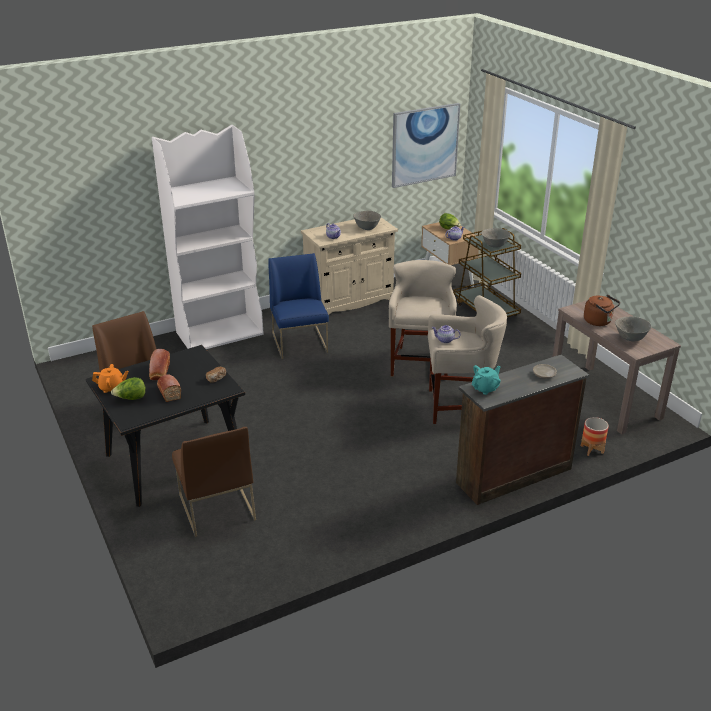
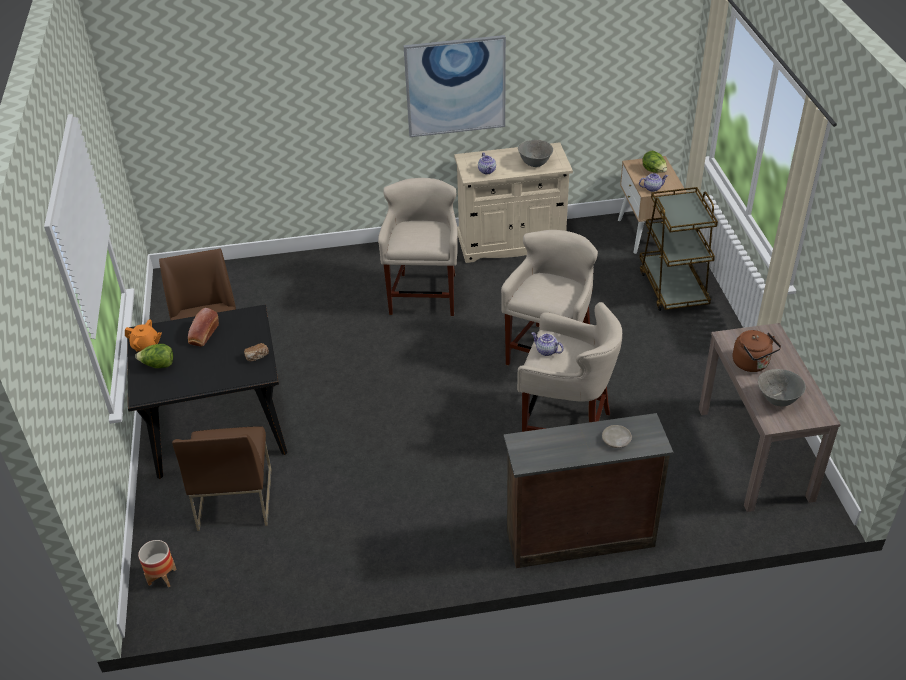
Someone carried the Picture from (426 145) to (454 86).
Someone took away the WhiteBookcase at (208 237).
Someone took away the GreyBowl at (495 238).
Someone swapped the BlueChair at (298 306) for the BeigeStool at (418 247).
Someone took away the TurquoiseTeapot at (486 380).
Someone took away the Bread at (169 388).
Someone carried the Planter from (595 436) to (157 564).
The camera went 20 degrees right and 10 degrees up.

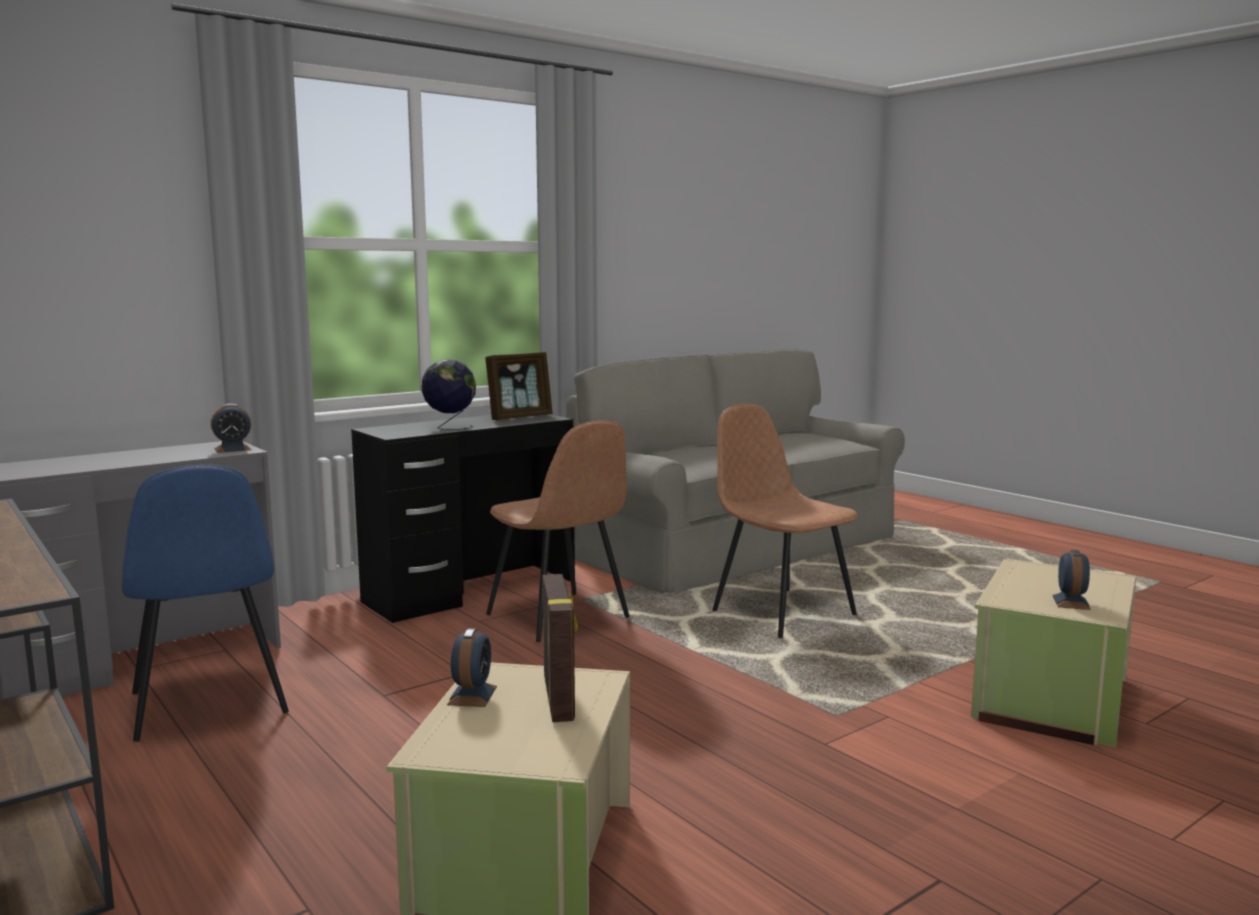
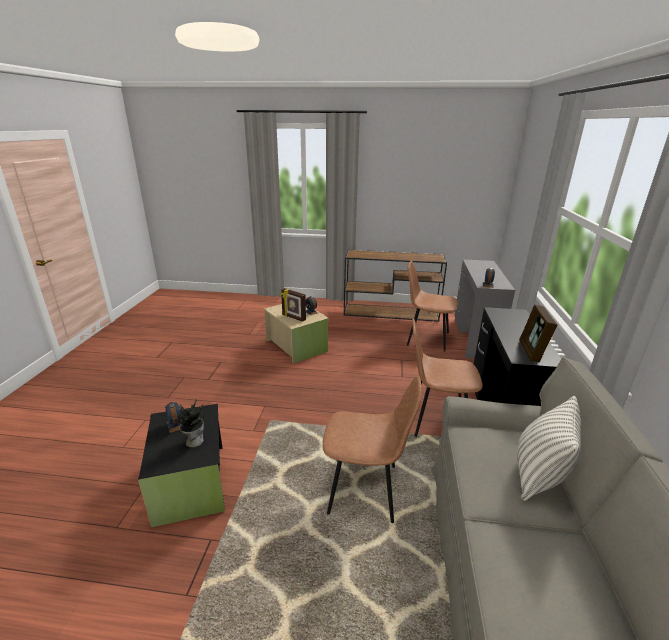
Someone took away the Globe at (449 394).
Someone repainted the BlueChair at (205 603), which became the BrownChair at (432 306).
Someone repainted the BeigeStorageBox at (1053 653), which became the BlackStorageBox at (181 465).
Someone put down the Pillow at (549 448).
Someone put down the PottedPlant at (187 423).
The camera went 135 degrees right and 15 degrees up.

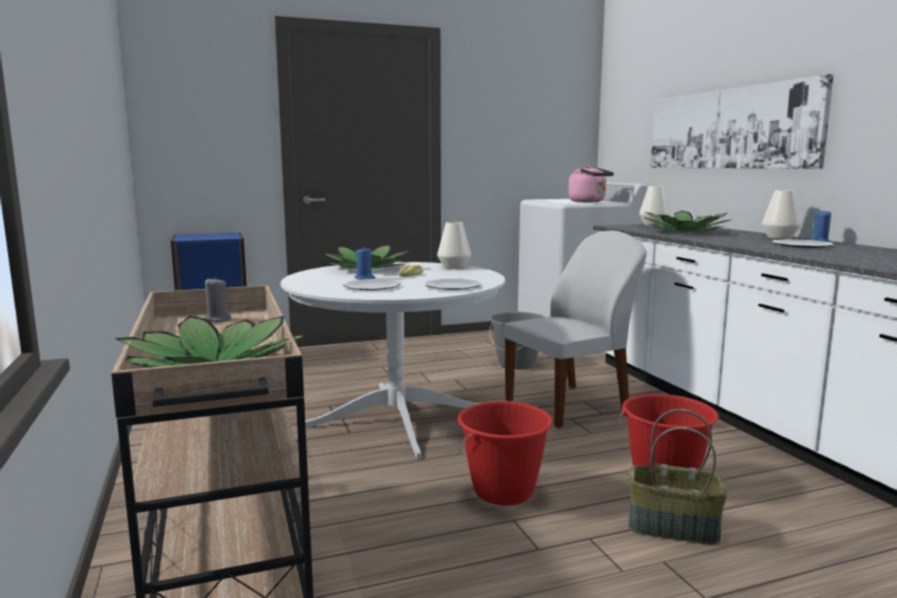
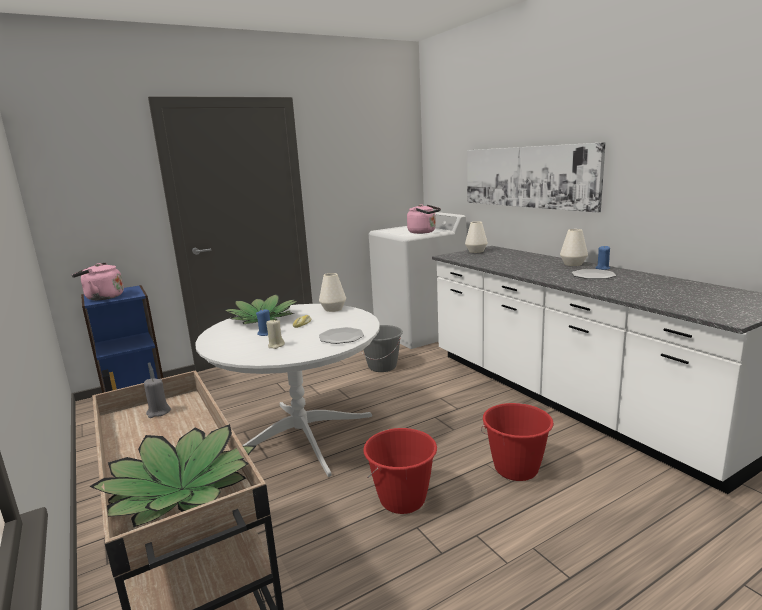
Someone took away the PottedPlant at (687 221).
Someone took away the WhiteChair at (575 329).
Someone swapped the Plate at (372 284) for the BeigeCandle at (275 334).
Someone took away the Basket at (677 477).
Someone put down the PinkKettle at (98 281).
The camera went 10 degrees left and 5 degrees up.

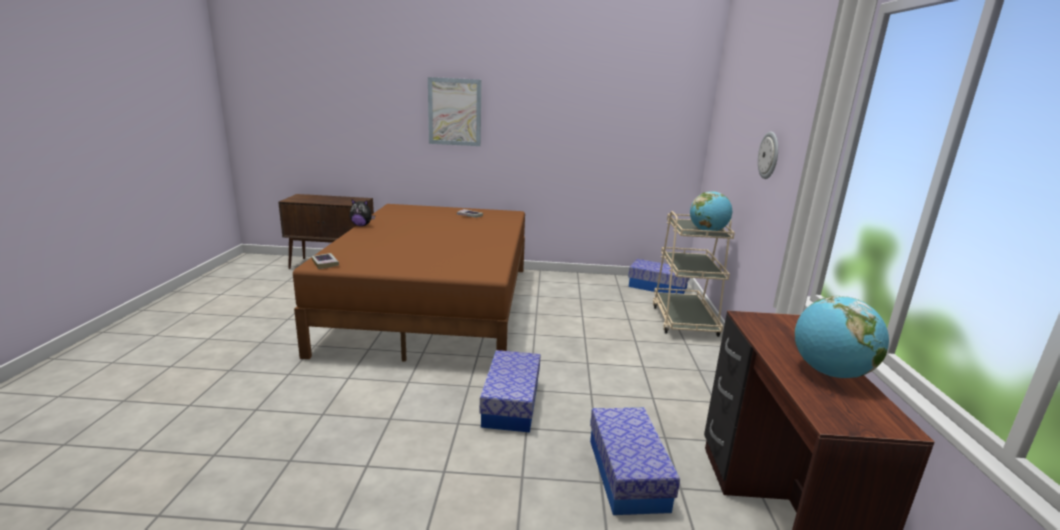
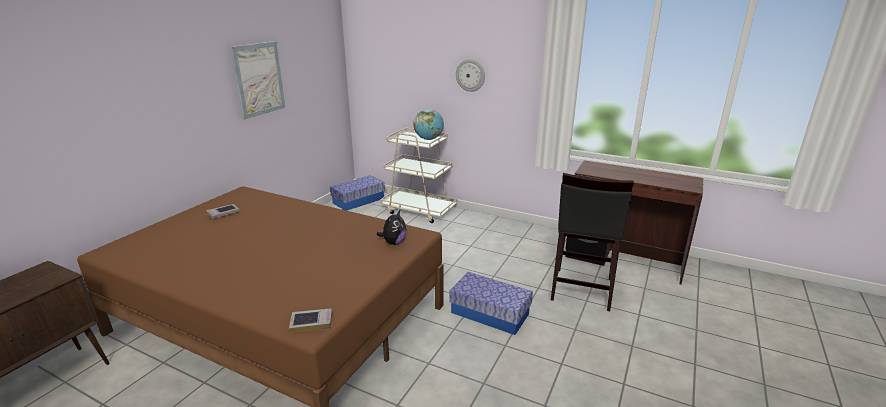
Someone carried the Picture from (455 111) to (257 80).
Someone carried the PlushToy from (362 213) to (391 227).
Someone took away the Globe at (842 337).
Someone swapped the StorageBox at (635 461) for the BlackStool at (592 242).
The camera went 65 degrees left and 5 degrees up.

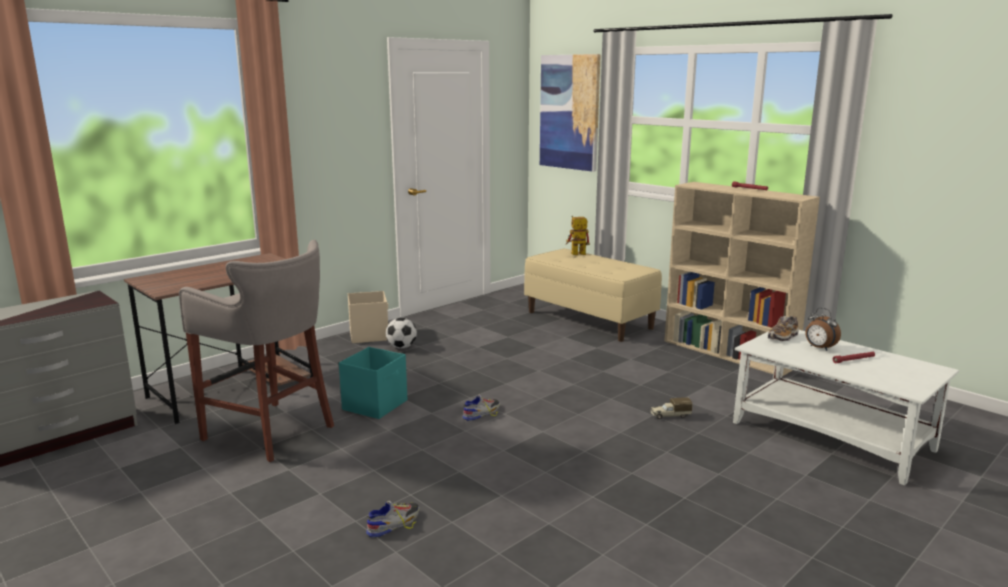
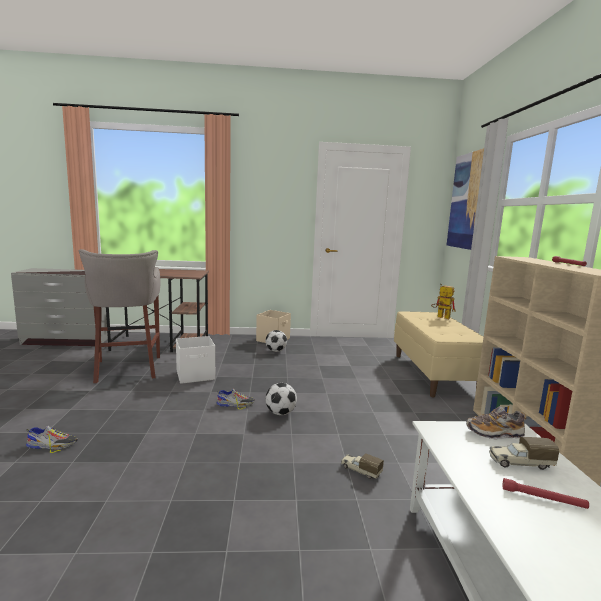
Someone swapped the AlarmClock at (823 329) for the ToyTruck at (524 453).
Someone repainted the TurquoiseStorageBox at (373 383), which became the WhiteStorageBox at (195 360).
Someone put down the Football at (281 399).
The camera went 40 degrees right and 5 degrees down.

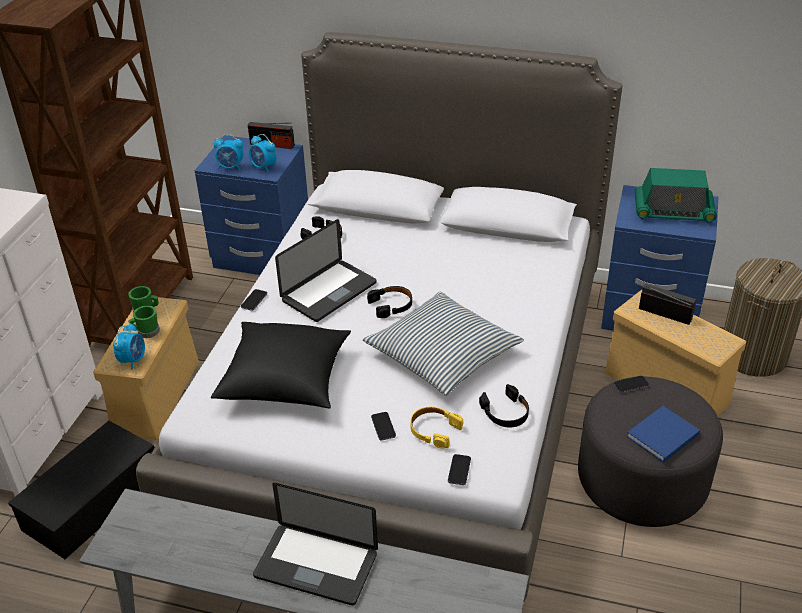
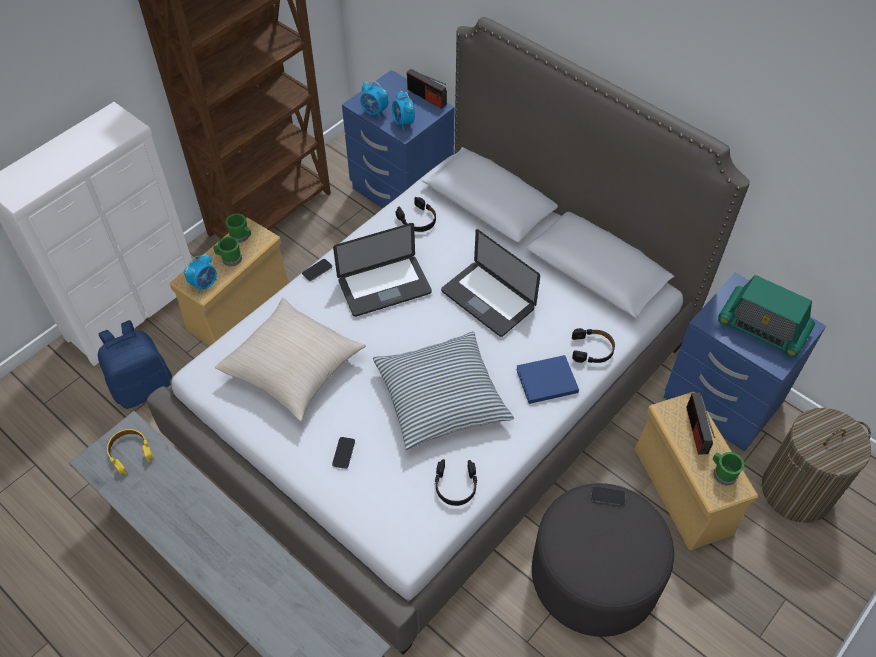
Someone rotated the Radio at (668 304) by 150 degrees counterclockwise.
Someone carried the BlackHeadphones from (389 302) to (593 345).
Someone repainted the BlackPillow at (281 365), which became the BeigePillow at (290 359).
Someone carried the BlueBook from (663 434) to (547 379).
Someone carried the YellowHeadphones from (436 428) to (130 451).
Someone swapped the BlackStorageBox at (81 490) for the BlueBackpack at (135 364).
Someone took away the Phone at (459 469).
Someone carried the Laptop from (315 544) to (490 283).
Someone put down the GreenMug at (728 469).
The camera went 25 degrees right and 15 degrees up.

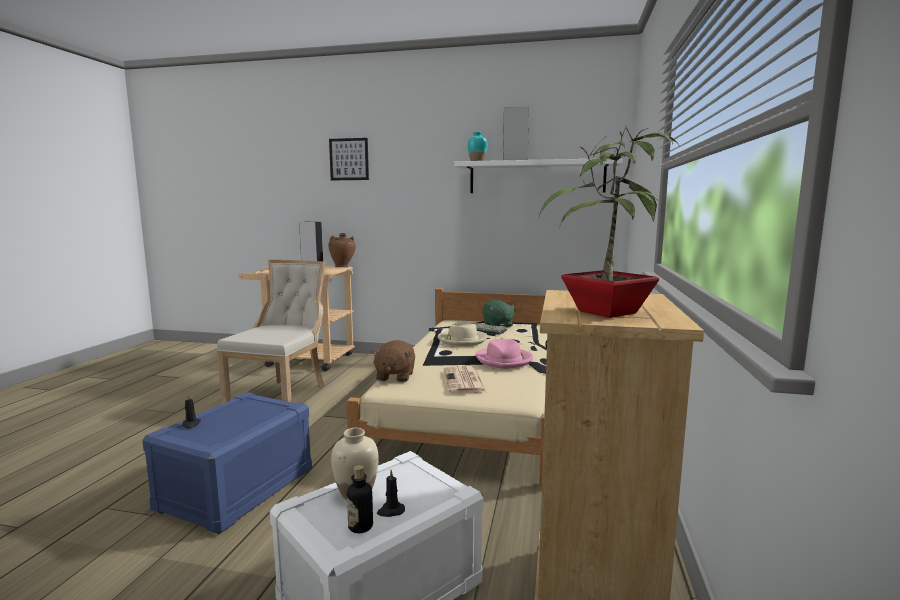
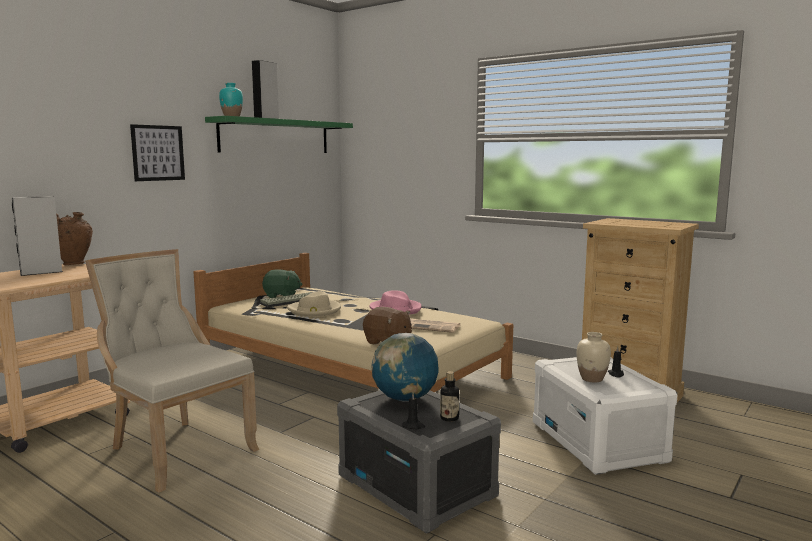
Someone took away the PottedPlant at (609 221).
Someone carried the Picture from (349 159) to (157 152).
Someone repainted the WhiteShelf at (538 175), which became the GreenShelf at (279 134).
Someone repainted the BlueStorageBox at (227 463), which became the GreyStorageBox at (419 462).
Someone carried the Bottle from (360 499) to (449 396).
Someone put down the Globe at (405 367).
The camera went 65 degrees left and 0 degrees up.

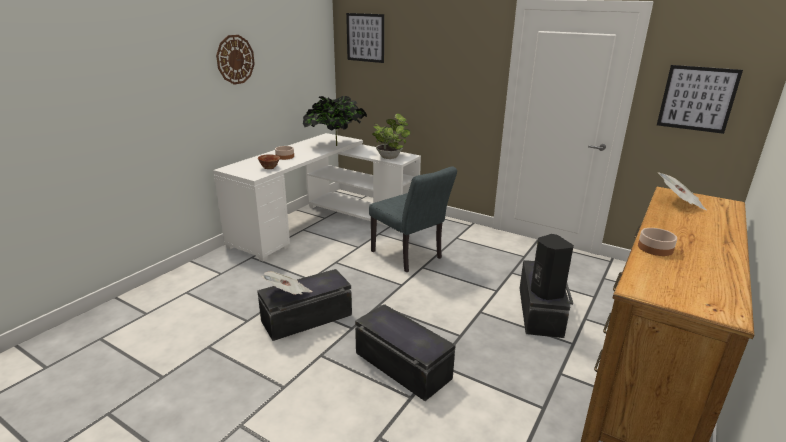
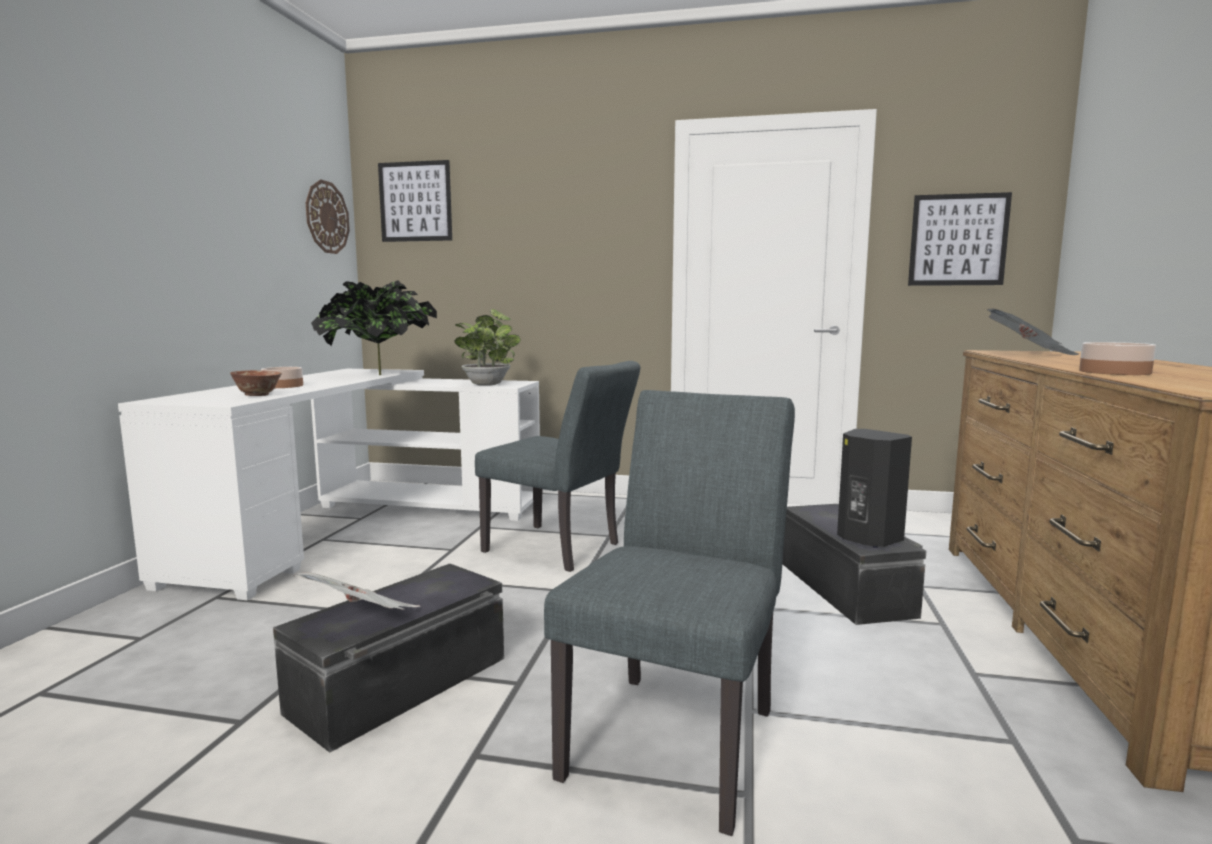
Someone carried the WallClock from (235 60) to (328 217).
Someone swapped the BlackStorageBox at (405 352) for the GreyChair at (669 613).
The camera went 20 degrees left and 15 degrees down.

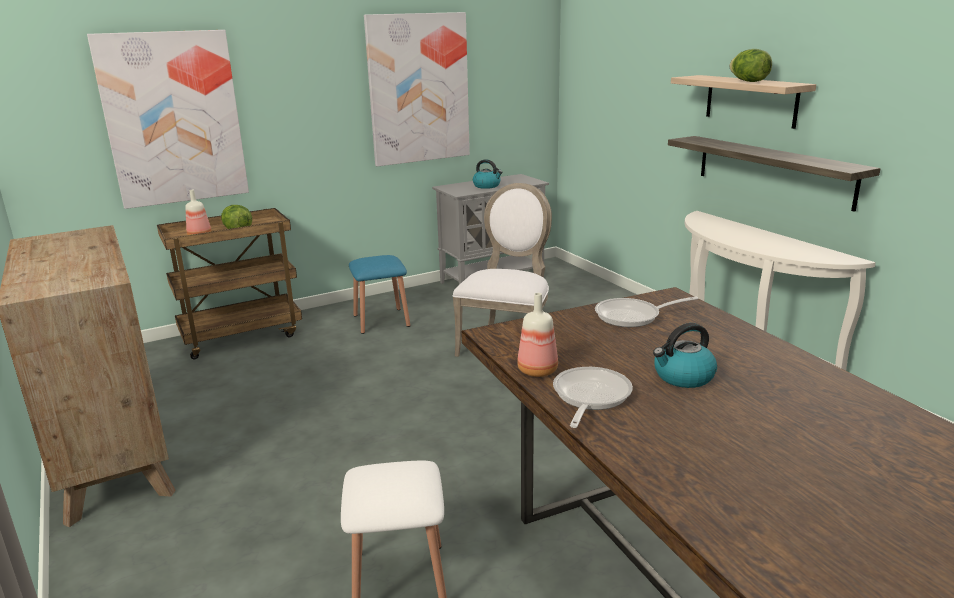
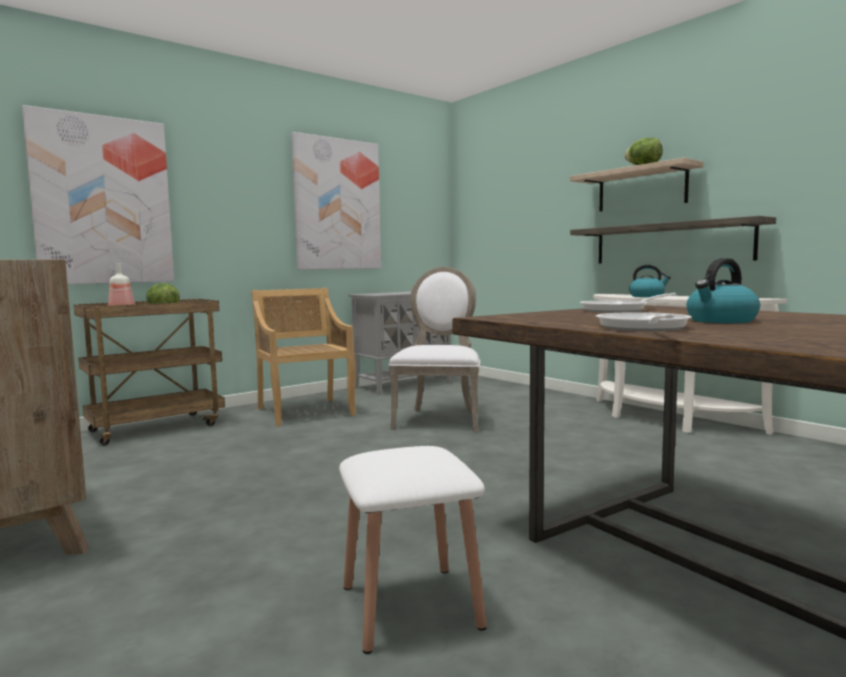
Someone carried the Kettle from (487 174) to (650 281).
Someone swapped the BlueStool at (379 294) for the BeigeChair at (303 357).
Someone took away the Bottle at (537 335).
The camera went 10 degrees left and 15 degrees down.

